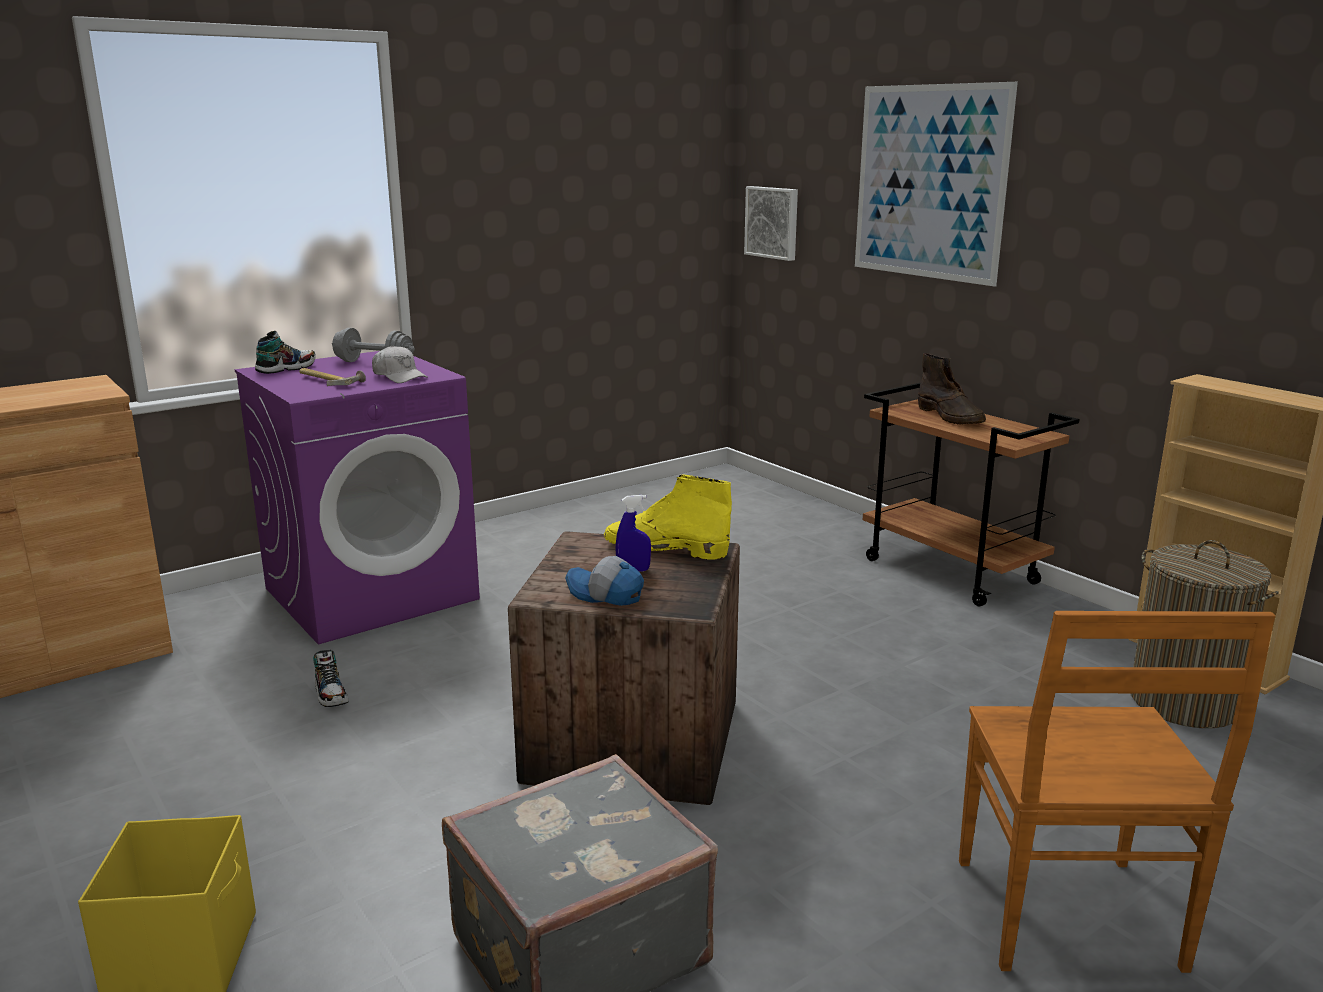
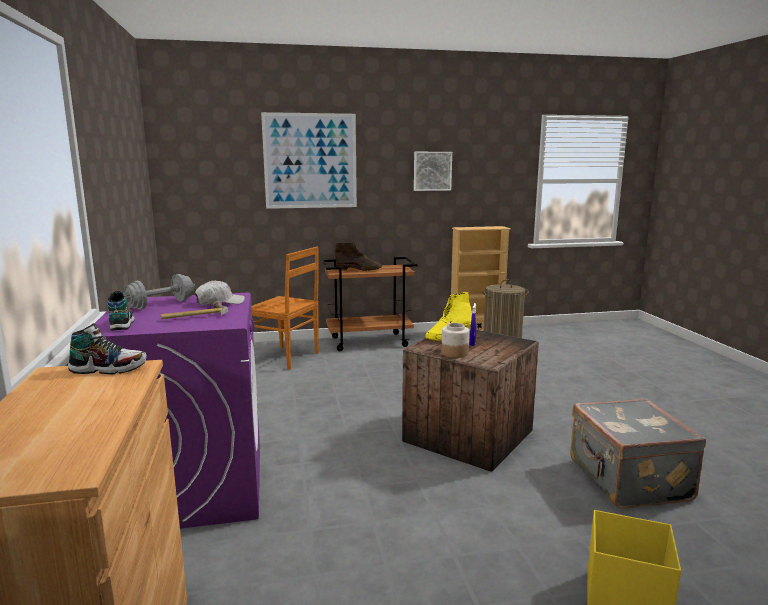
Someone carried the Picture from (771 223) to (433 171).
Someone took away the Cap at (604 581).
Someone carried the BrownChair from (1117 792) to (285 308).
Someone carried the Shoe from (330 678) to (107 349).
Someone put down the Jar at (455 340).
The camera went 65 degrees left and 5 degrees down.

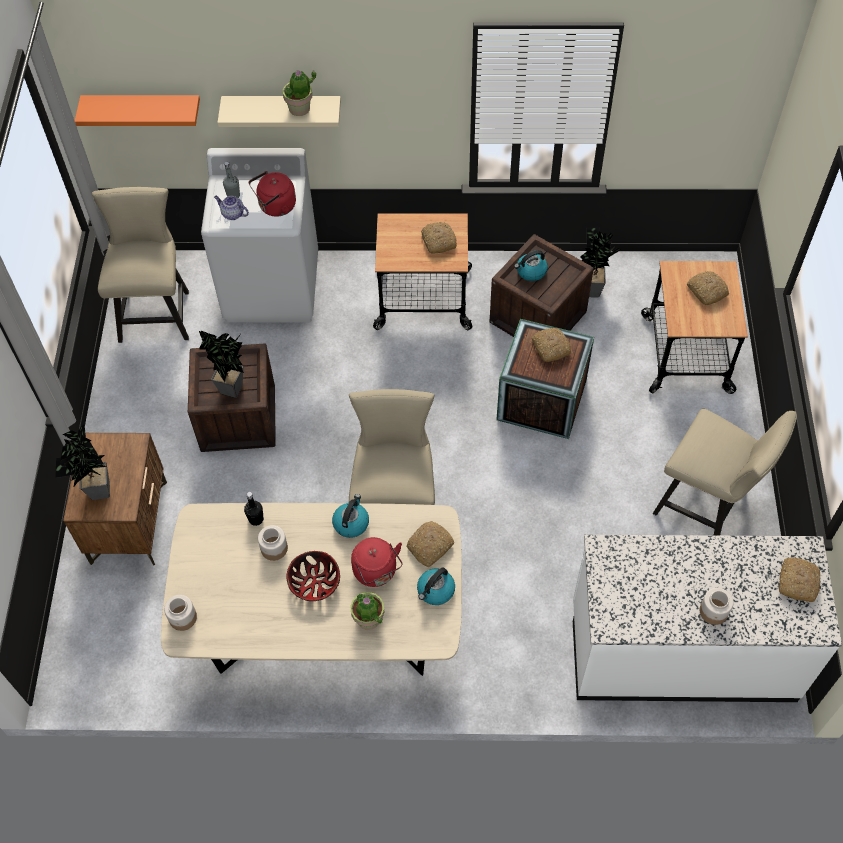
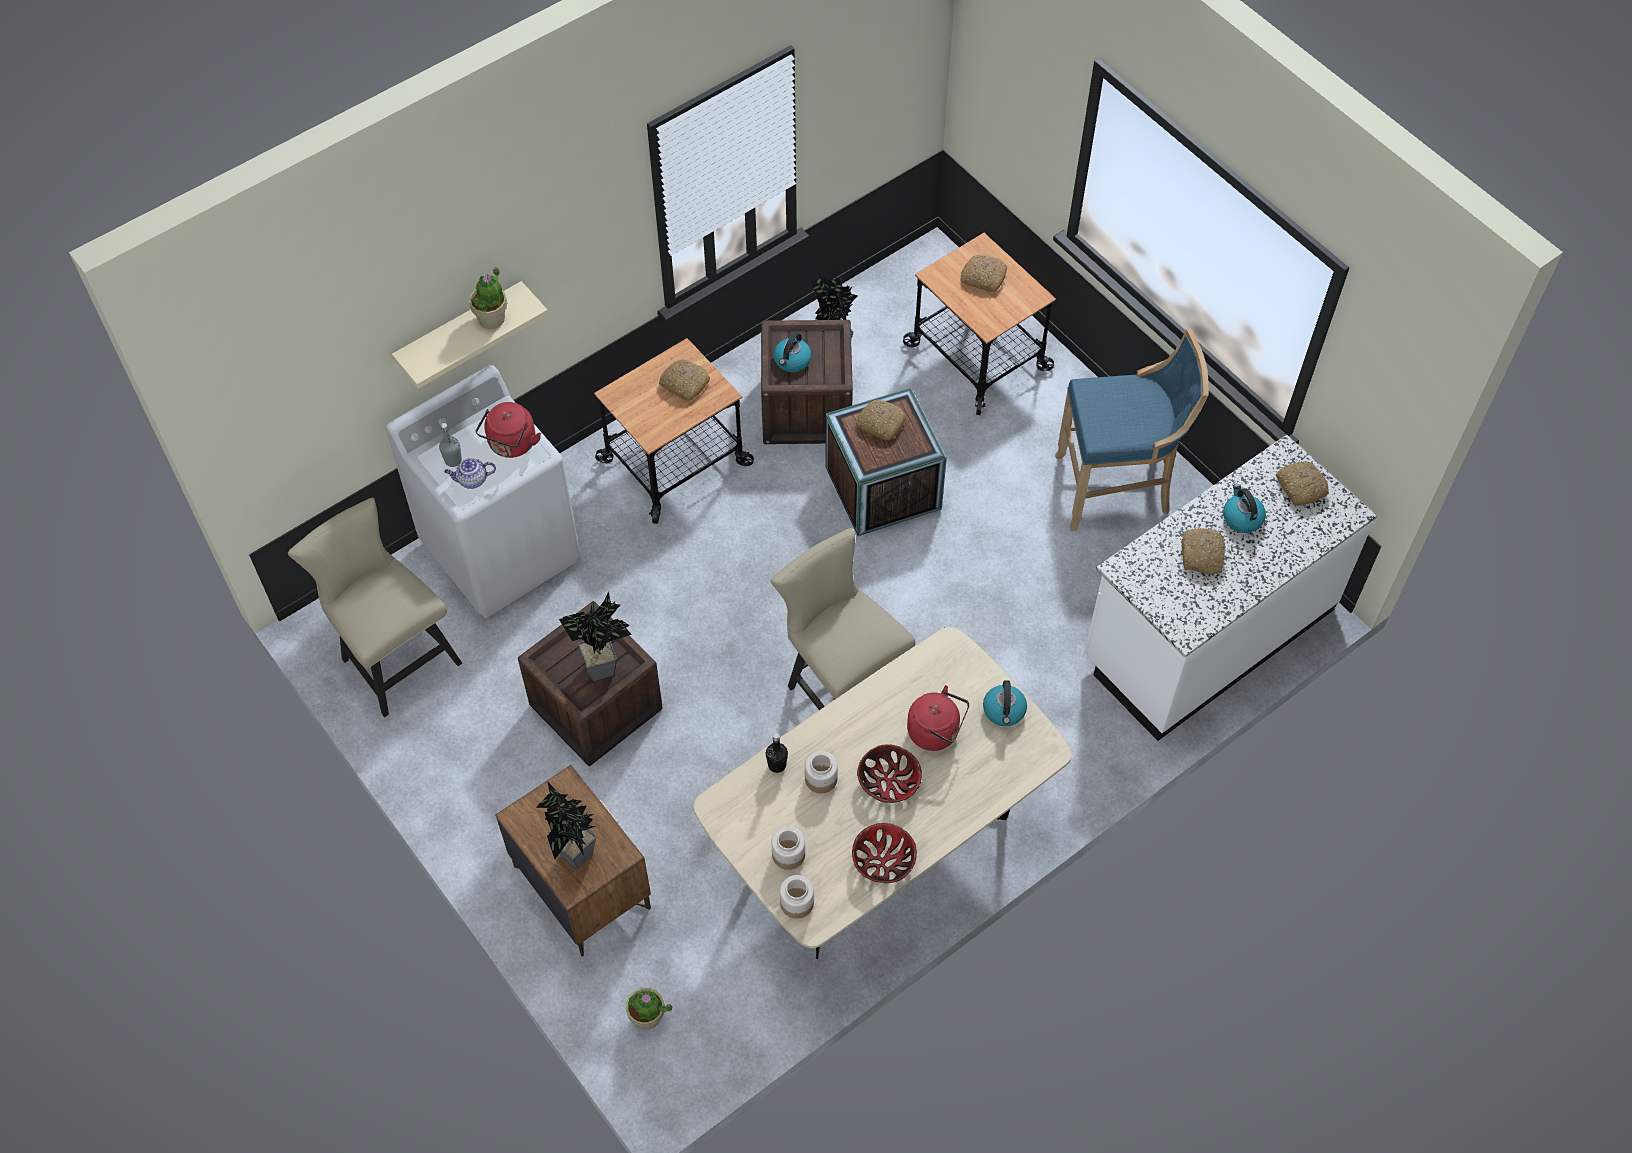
Someone took away the OrangeShelf at (137 110).
Someone swapped the BeigeChair at (725 472) for the BlueStool at (1132 430).
Someone carried the Kettle from (350 516) to (1244 508).
Someone carried the Bread from (430 544) to (1203 551).
Someone carried the Jar from (717 606) to (788 848).
Someone carried the PottedPlant from (367 611) to (649 1009).
Someone put down the Bowl at (884 853).
The camera went 40 degrees left and 0 degrees up.

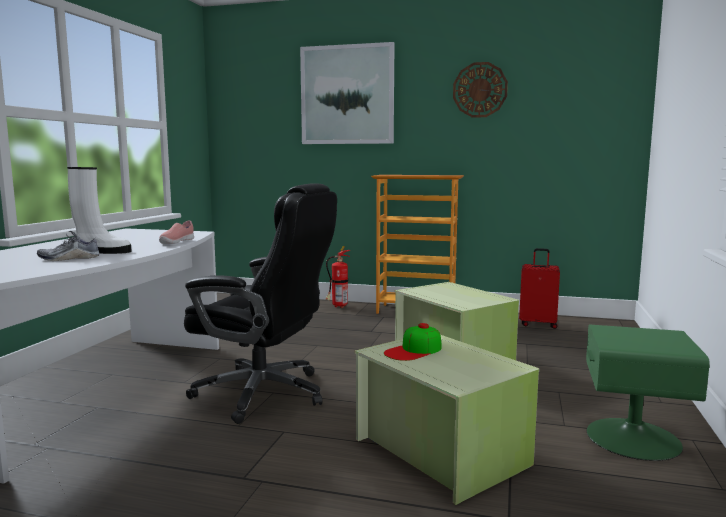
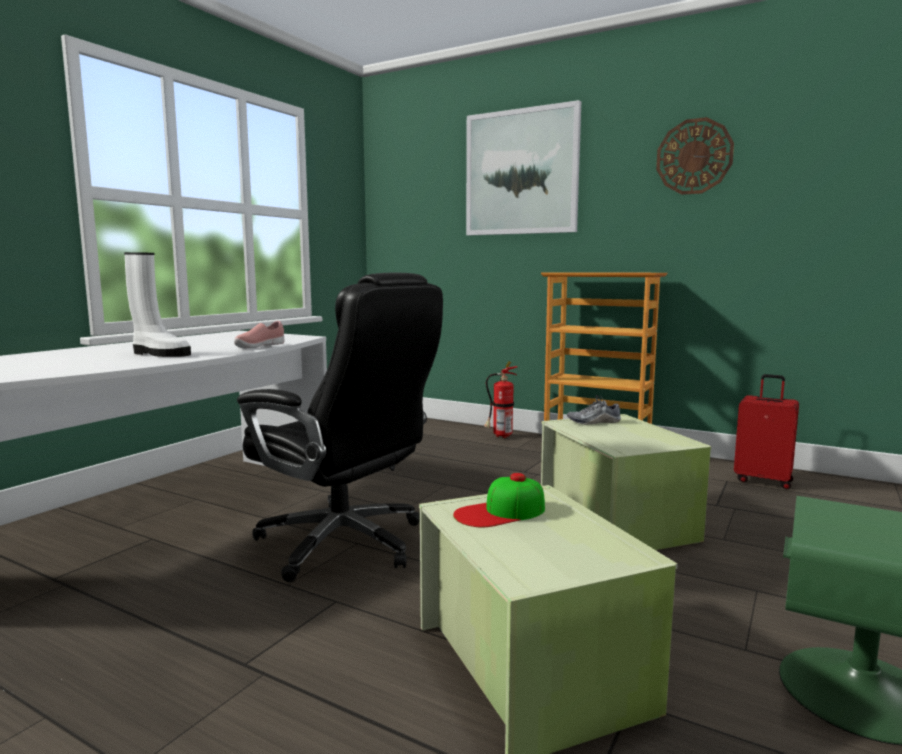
Someone carried the Shoe from (68 246) to (594 410).
The camera went 15 degrees right and 0 degrees up.

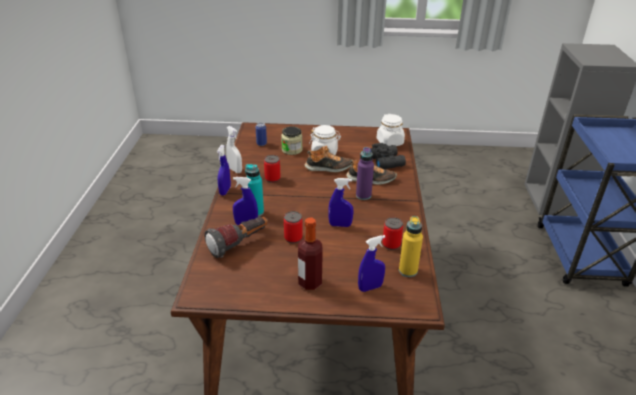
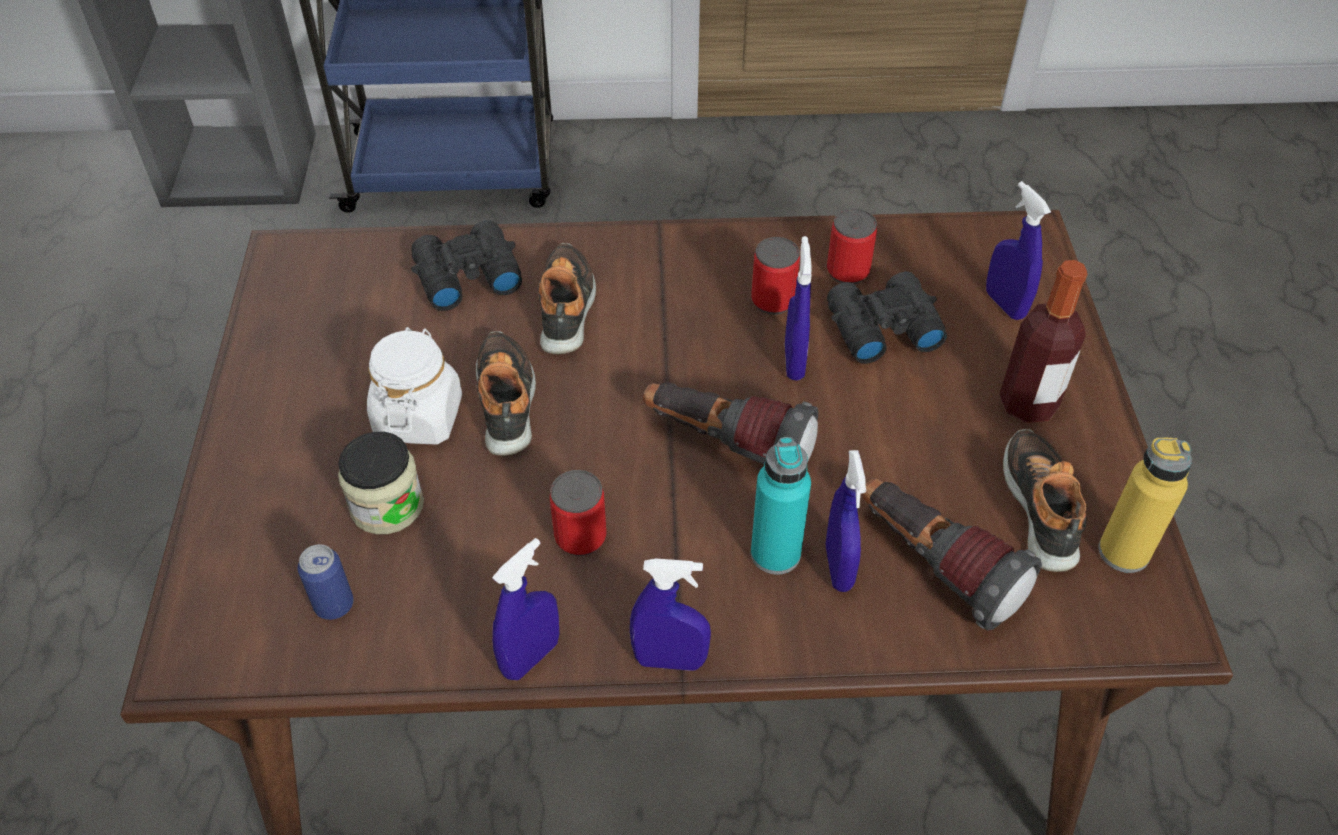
Someone took away the WhiteJar at (391 130).
Someone repainted the WhiteSprayBottle at (234 149), which became the BlueSprayBottle at (525 609).
Someone took away the PurpleBottle at (365 173).
Someone carried the Can from (293 227) to (775 276).
Someone carried the YellowBottle from (411 246) to (1145 505).
Someone put down the BlackBinoculars at (887 318).
Someone put down the Flashlight at (730 423).
Someone put down the Shoe at (1045 500).
The camera went 95 degrees left and 15 degrees up.

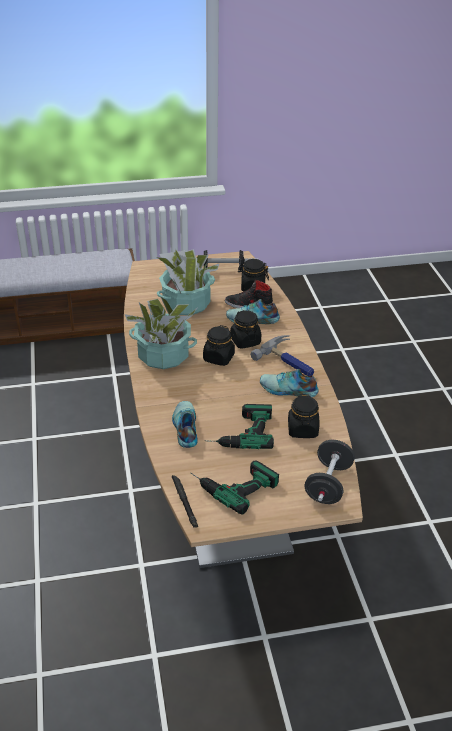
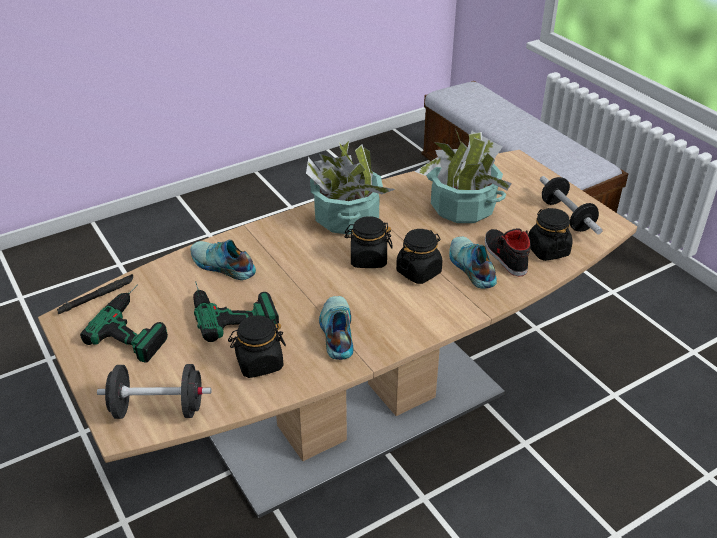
Someone took away the Hammer at (282 355).
Someone rotated the Shoe at (185 424) by 120 degrees counterclockwise.
The camera went 70 degrees right and 0 degrees up.

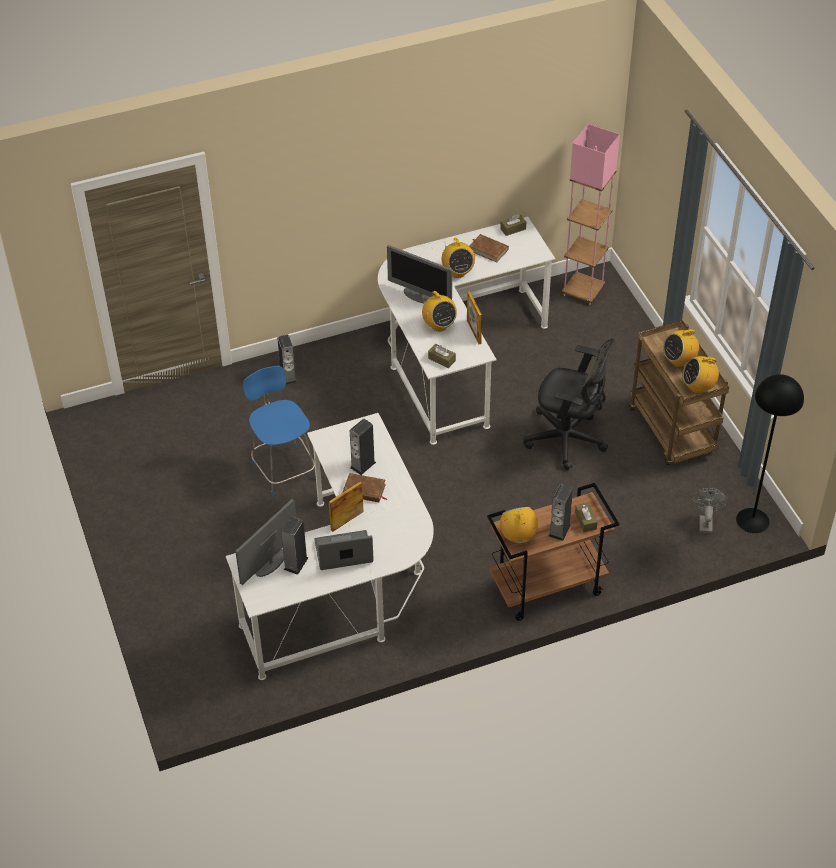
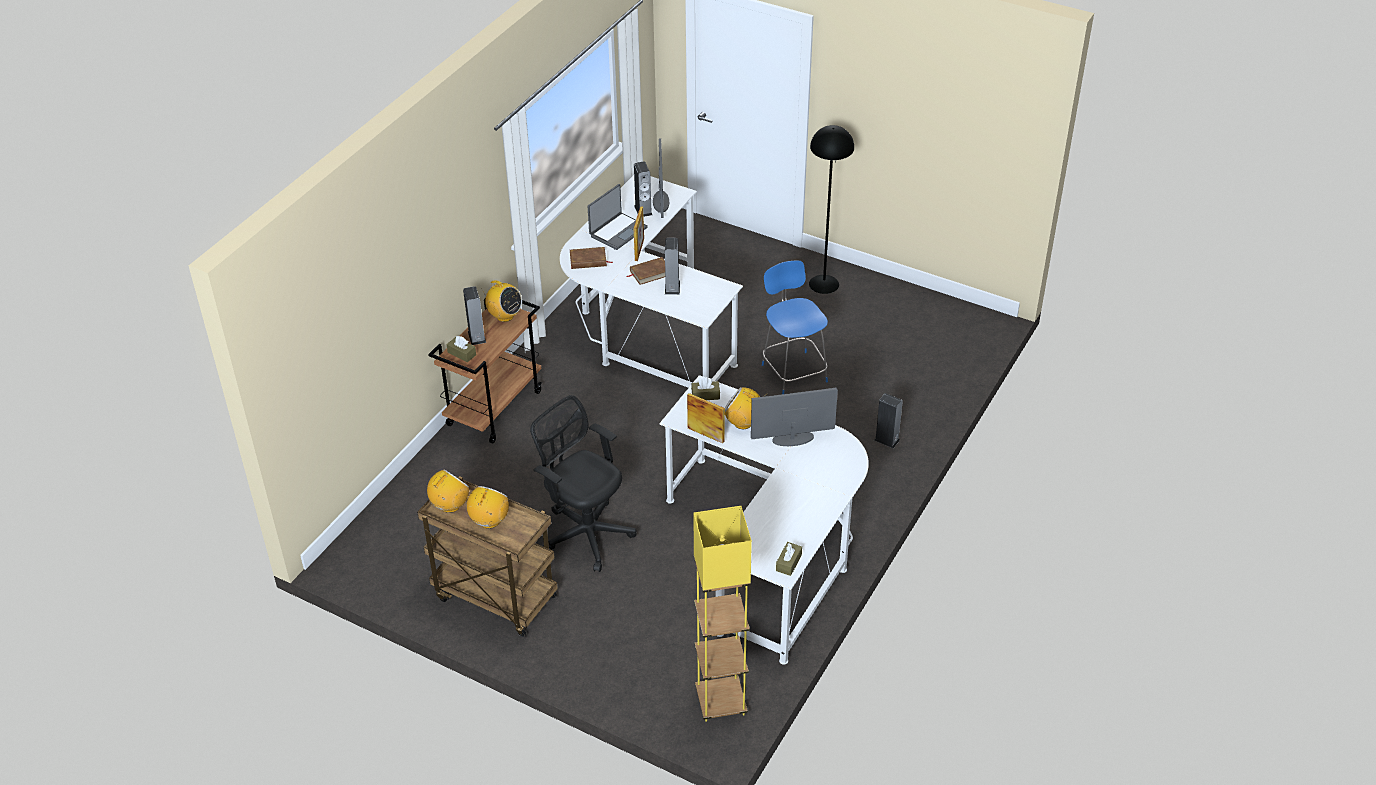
Someone repainted the PinkFloorLamp at (591 214), which became the YellowFloorLamp at (722 614).
Someone carried the BrownBook from (489 248) to (591 258).
Someone took away the Radio at (458 258).
Someone rotated the BlackOfficeChair at (569 404) by 60 degrees clockwise.
Someone rotated the BlueChair at (279 431) by 135 degrees counterclockwise.
Someone carried the BlackFloorLamp from (770 453) to (831 209).
Someone took away the GreyFan at (709 510).
The camera went 140 degrees right and 5 degrees down.

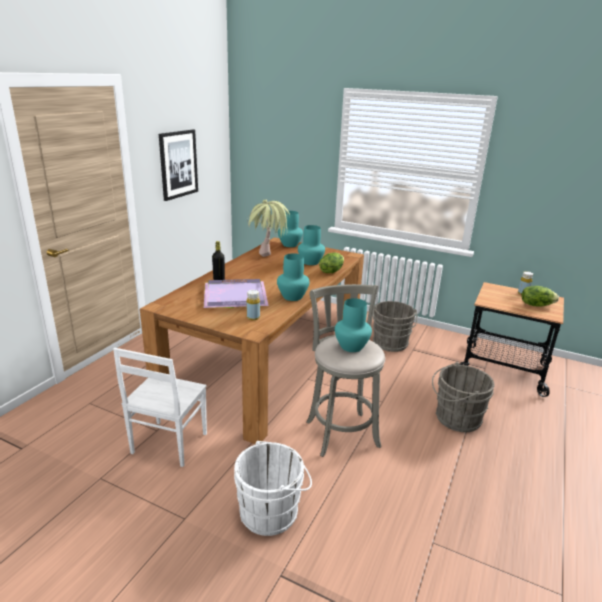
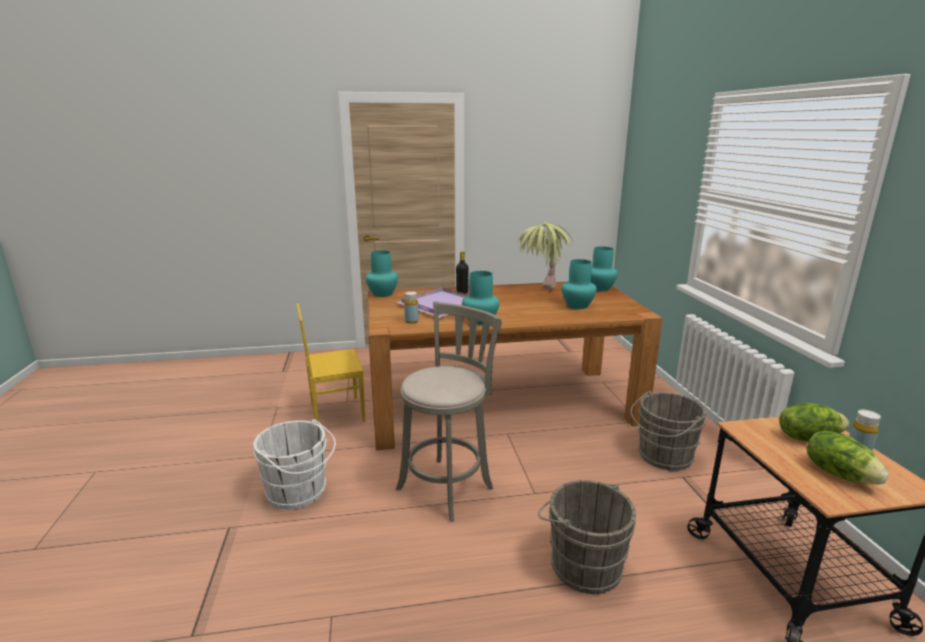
Someone took away the Picture at (178 165).
Someone carried the Lettuce from (331 262) to (814 422).
Someone carried the TurquoiseVase from (353 325) to (382 273).
Someone repainted the WhiteChair at (160 407), which became the YellowChair at (330 363).
The camera went 55 degrees right and 5 degrees down.

